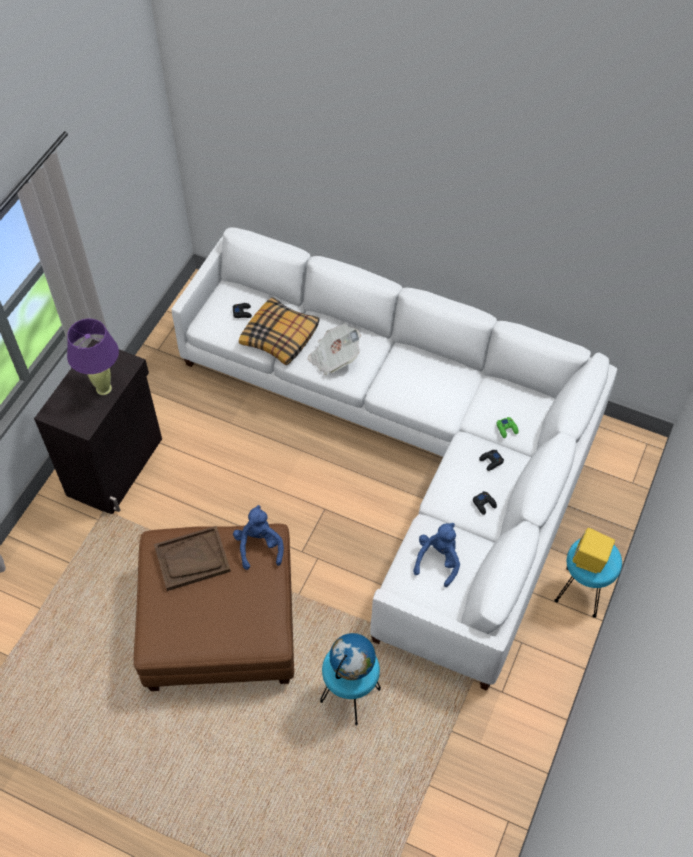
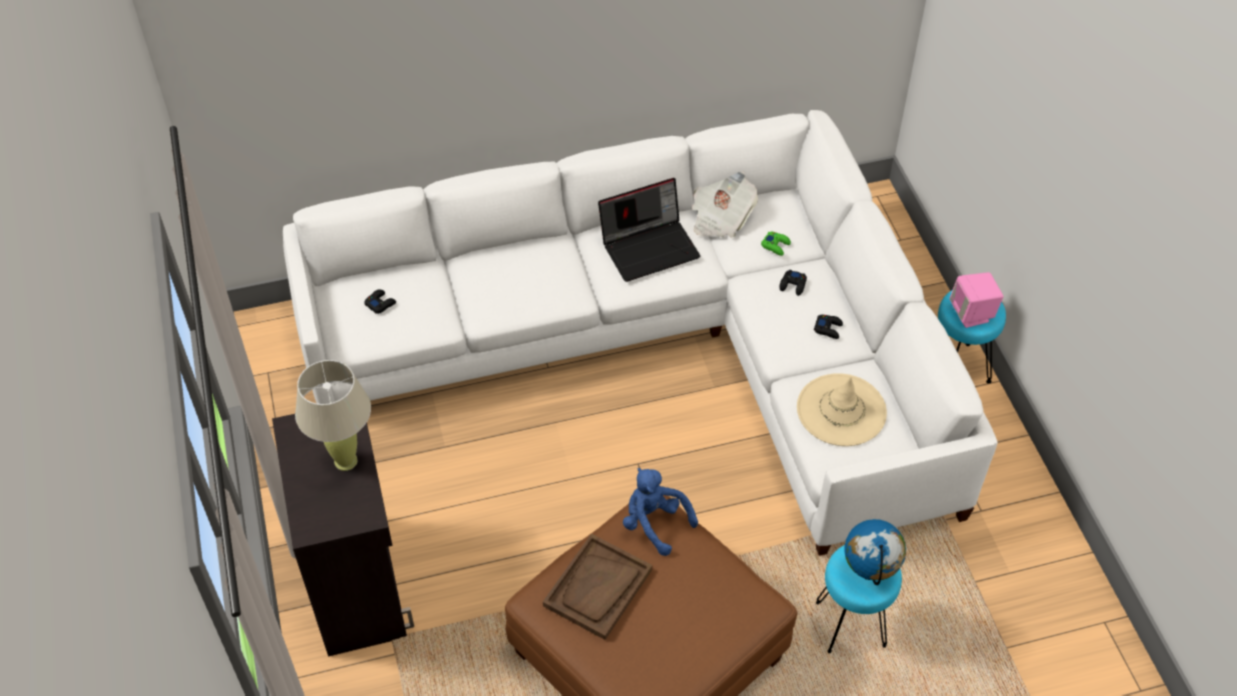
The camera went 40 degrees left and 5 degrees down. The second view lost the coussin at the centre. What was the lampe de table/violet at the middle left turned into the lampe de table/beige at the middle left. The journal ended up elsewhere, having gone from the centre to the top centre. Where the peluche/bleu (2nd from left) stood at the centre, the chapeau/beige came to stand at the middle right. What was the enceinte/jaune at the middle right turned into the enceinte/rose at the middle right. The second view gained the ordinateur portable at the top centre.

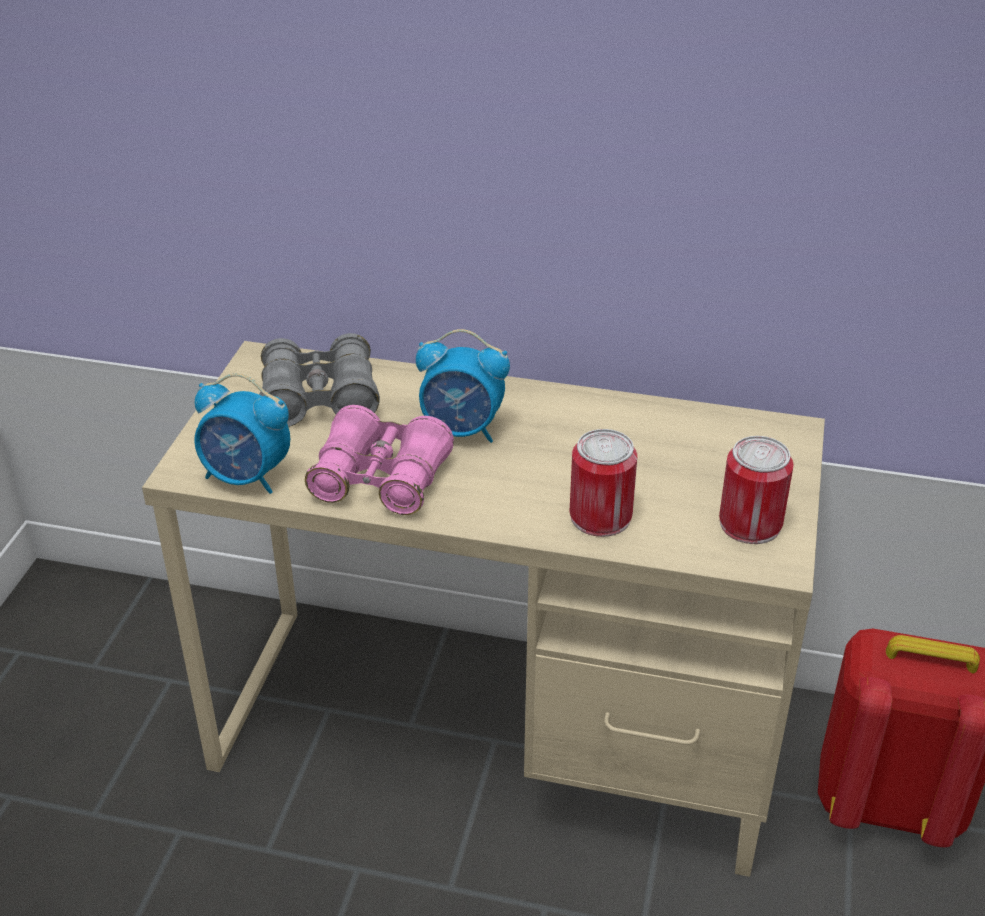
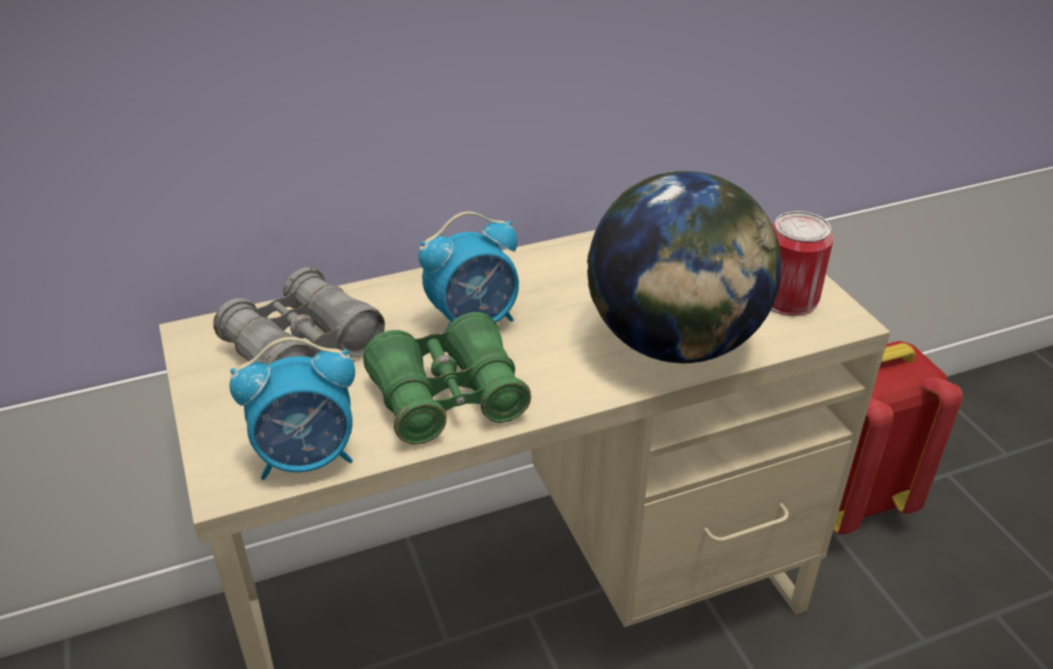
The camera went 35 degrees left and 0 degrees up. What was the jumelles/rose at the centre turned into the jumelles/vert at the centre. Where the boîte métallique (1st from left) stood at the centre, the globe came to stand at the centre.

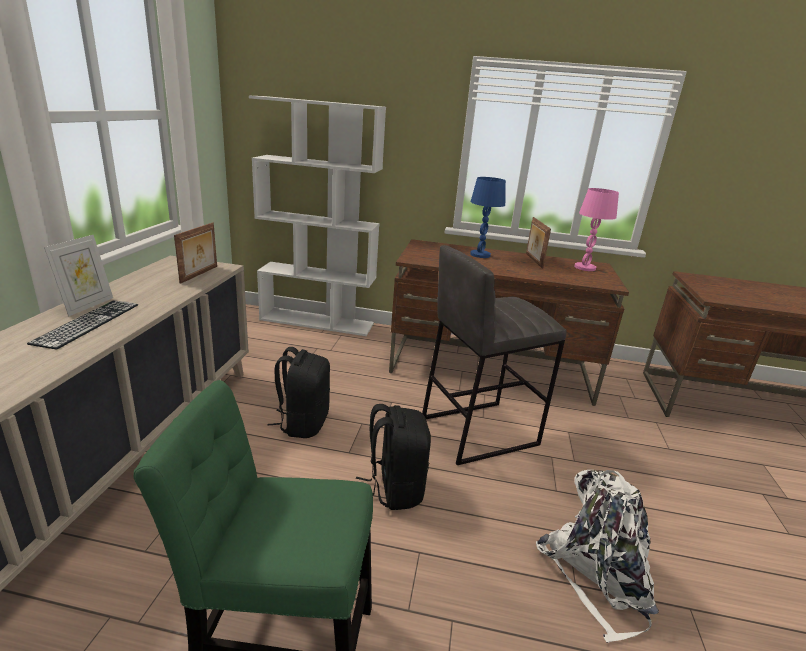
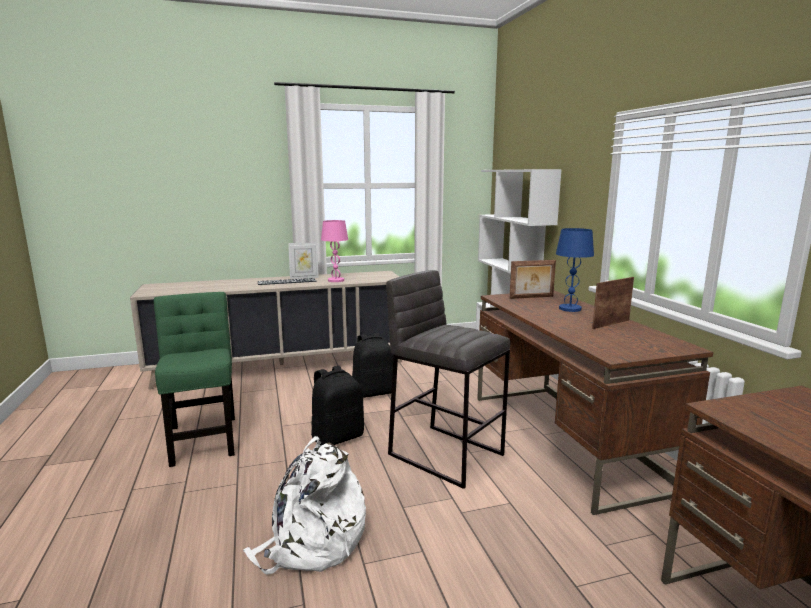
The camera went 65 degrees right and 10 degrees down. The lampe de table/rose ended up elsewhere, having gone from the middle right to the centre. The cadre photo (2nd from left) ended up elsewhere, having gone from the middle left to the centre.

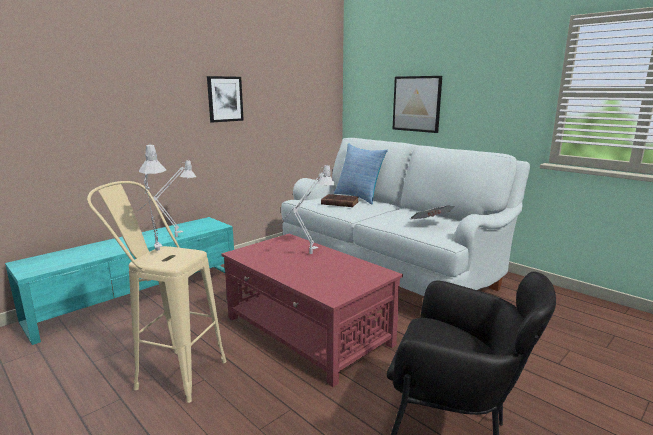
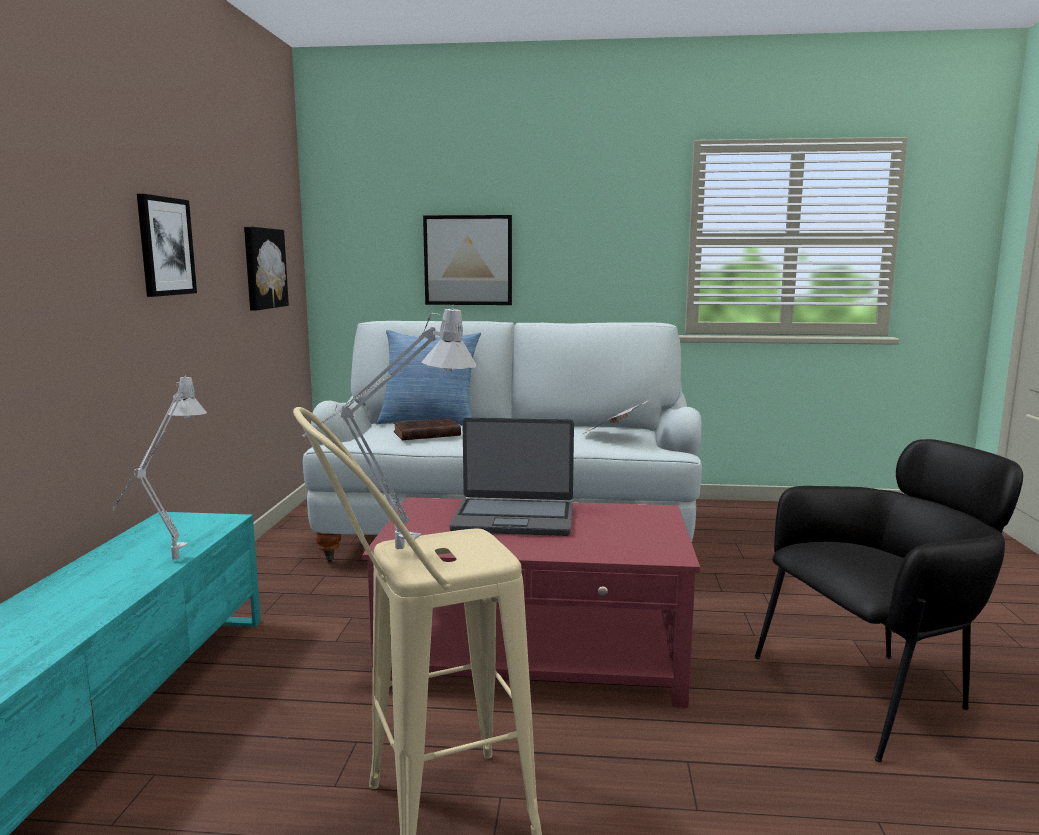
The camera went 40 degrees left and 5 degrees down. Where the lampe de table/gris (3rd from left) stood at the centre, the ordinateur portable came to stand at the centre. The second view gained the tableau (2nd from left) at the top left.

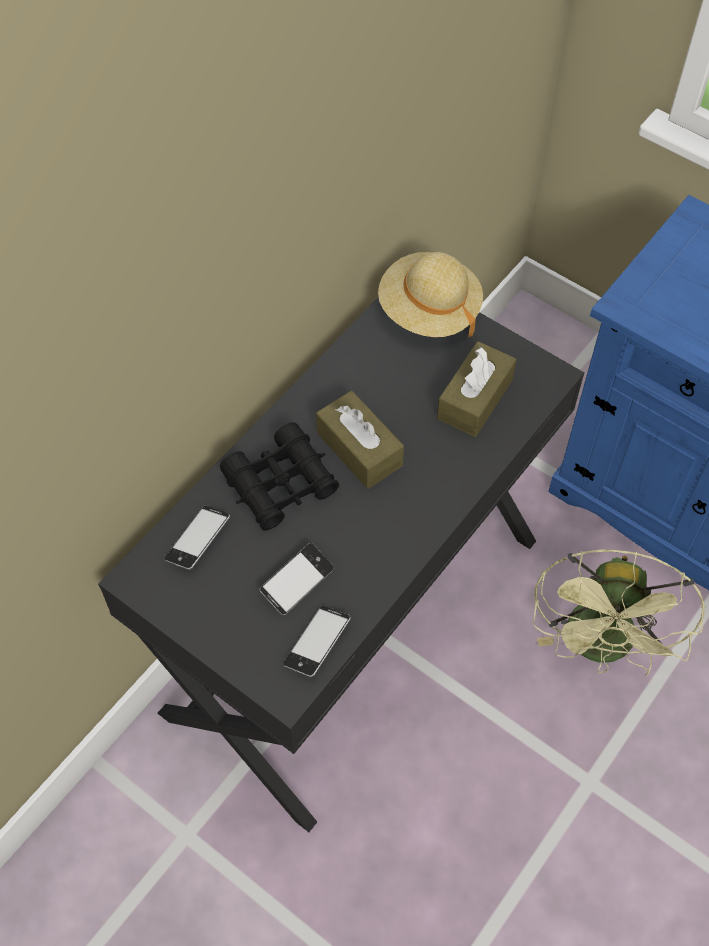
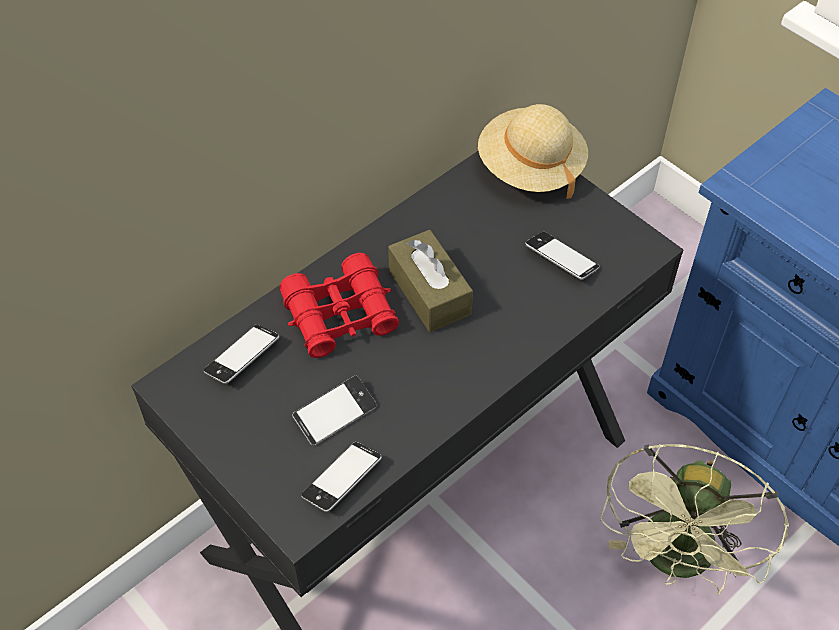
The camera went 10 degrees right and 5 degrees down. Where the boîte à mouchoirs/marron (2nd from left) stood at the middle right, the téléphone (4th from left) came to stand at the middle right. What was the jumelles/noir at the centre turned into the jumelles/rouge at the centre.

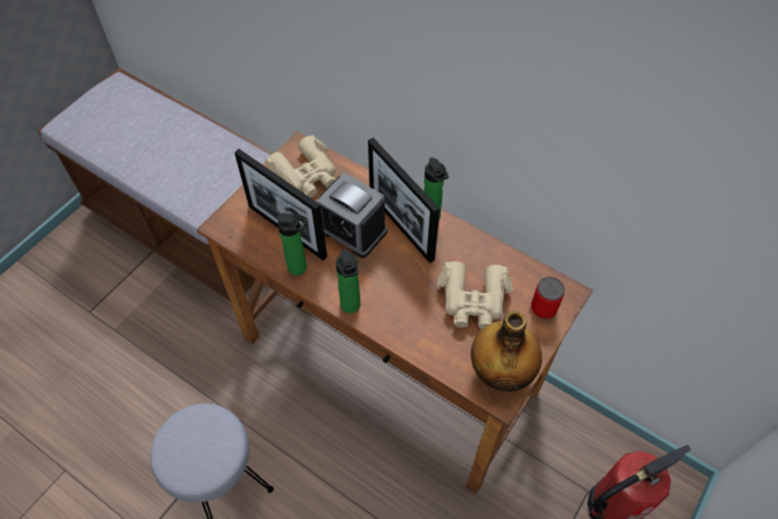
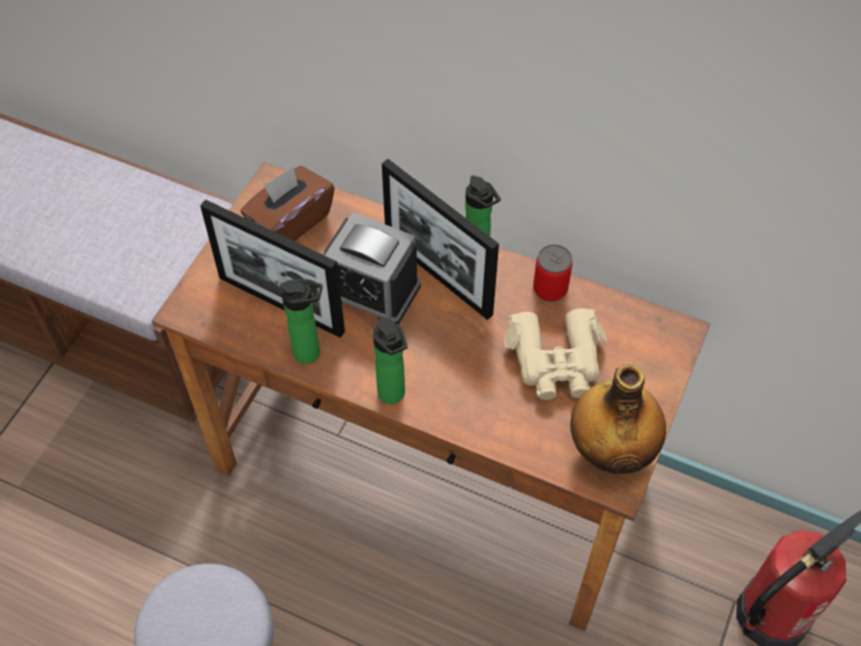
The camera went 10 degrees left and 0 degrees up. Where the jumelles/beige (1st from left) stood at the top centre, the boîte à mouchoirs/marron came to stand at the top centre. The boîte métallique ended up elsewhere, having gone from the middle right to the centre.

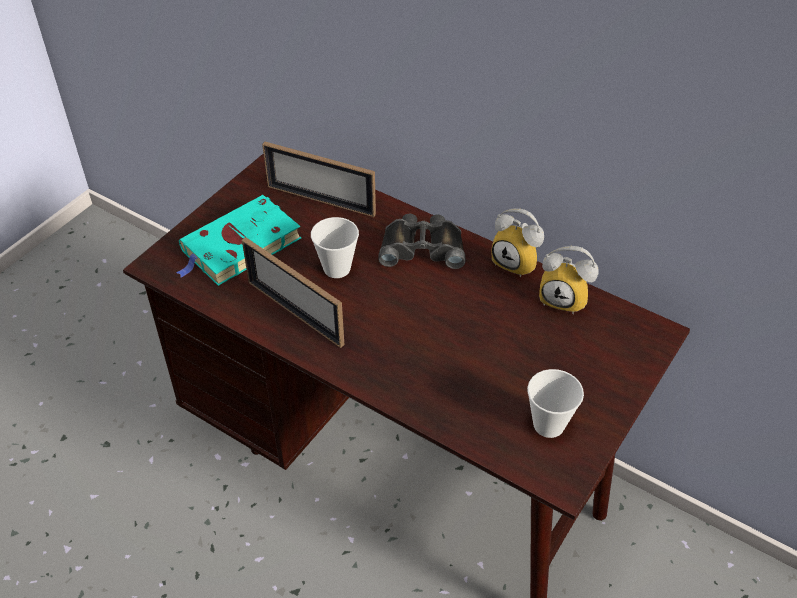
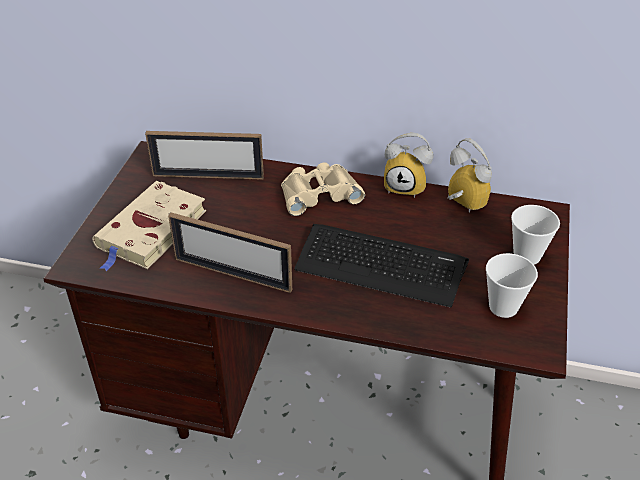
The camera went 20 degrees left and 5 degrees down. What was the livre/turquoise at the middle left turned into the livre/beige at the middle left. What was the jumelles/noir at the centre turned into the jumelles/beige at the centre. The tasse (1st from left in the first image) ended up elsewhere, having gone from the centre to the middle right. The réveil (2nd from left) at the middle right ended up facing another way, 135 degrees counterclockwise from before. The second view gained the clavier at the centre.

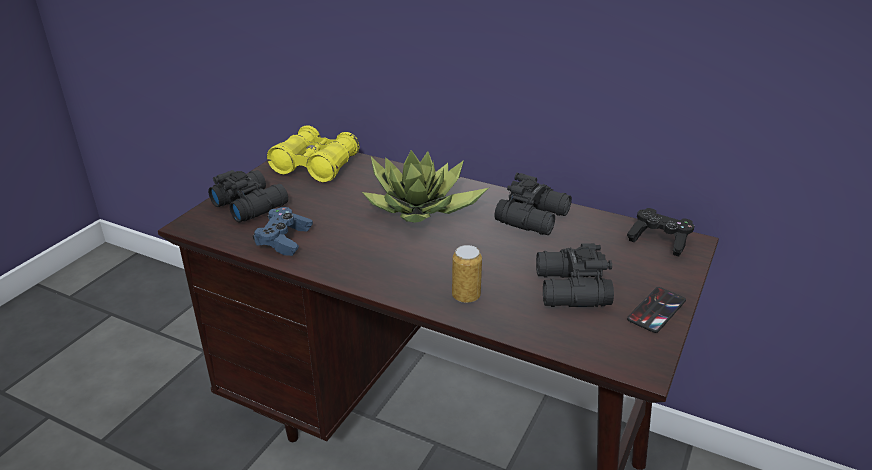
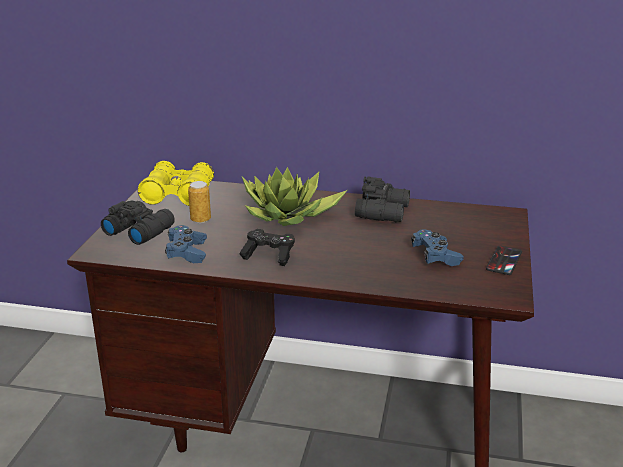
The camera went 15 degrees left and 5 degrees down. The manette/noir ended up elsewhere, having gone from the middle right to the centre. Where the jumelles/noir (3rd from left) stood at the centre, the manette/bleu (2nd from left) came to stand at the middle right. The boîte métallique ended up elsewhere, having gone from the centre to the middle left.

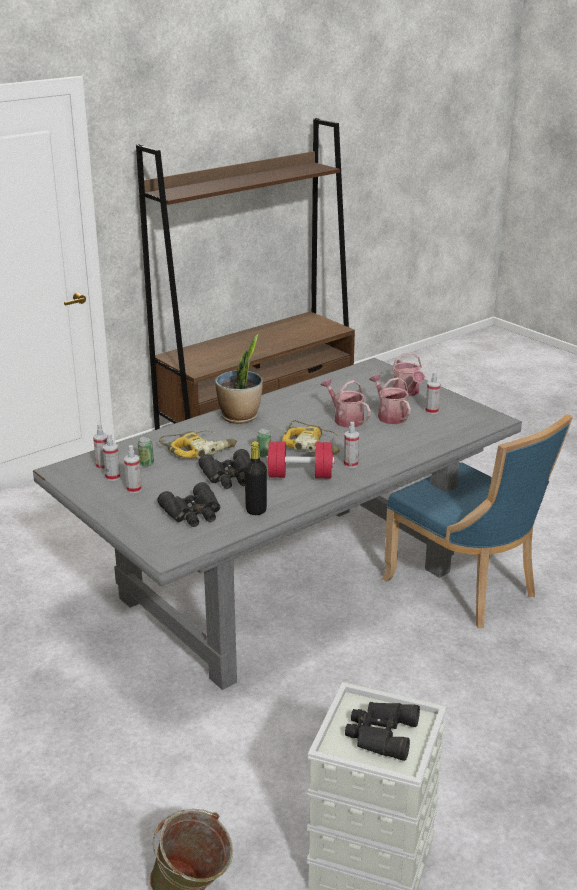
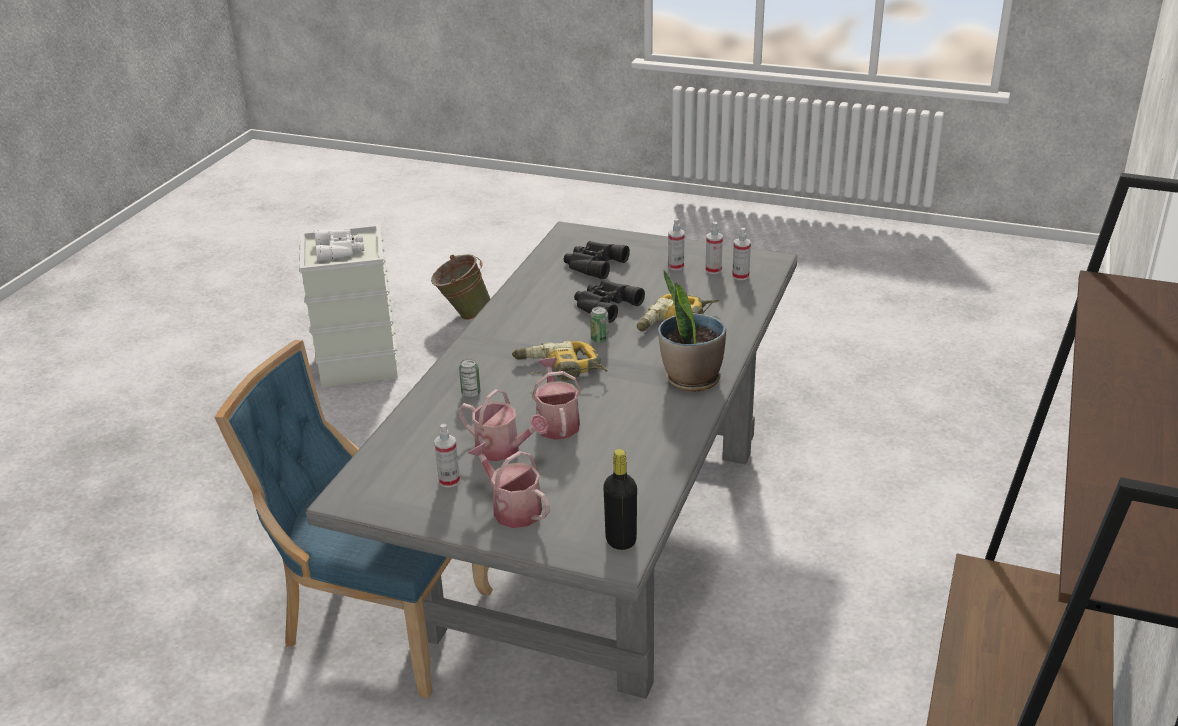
The camera went 150 degrees right and 5 degrees up. The arrosoir (1st from left in the first image) at the centre ended up facing another way, 120 degrees counterclockwise from before. The second view lost the vaporisateur (4th from left) at the centre. The boîte métallique (1st from left) ended up elsewhere, having gone from the middle left to the centre. The bouteille/noir ended up elsewhere, having gone from the centre to the bottom centre. The second view lost the haltère/rouge at the centre. What was the jumelles/noir (3rd from left) at the bottom centre turned into the jumelles/blanc at the middle left.

